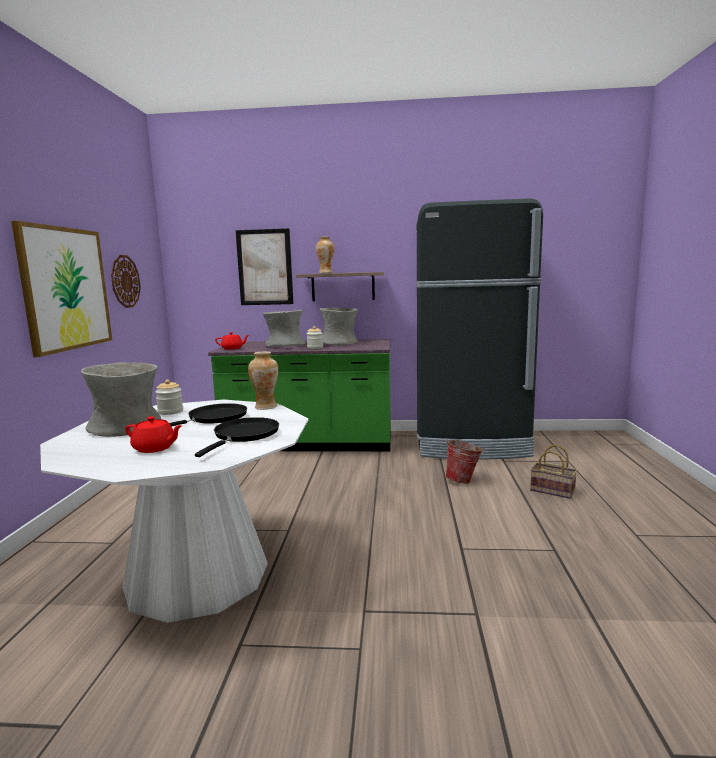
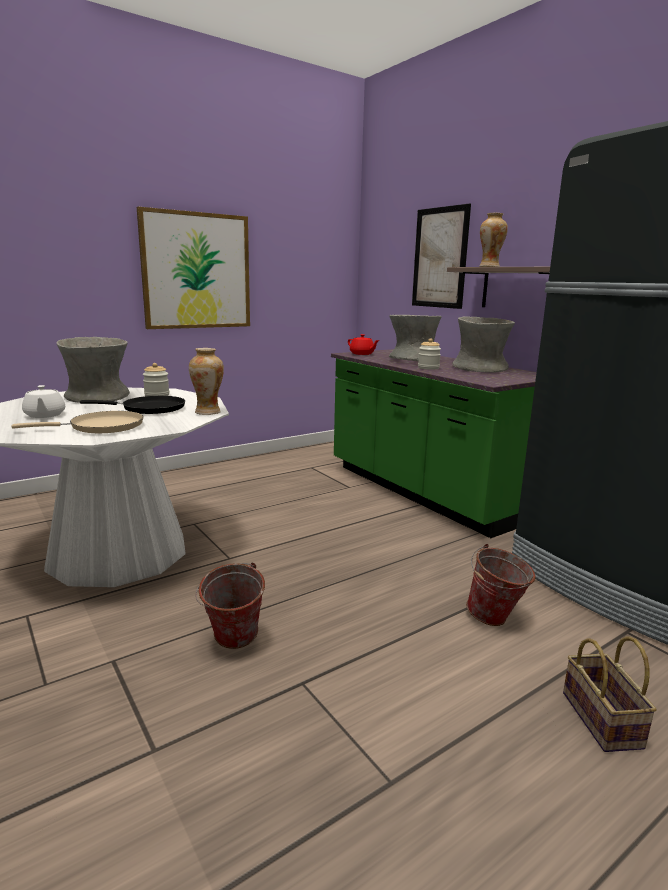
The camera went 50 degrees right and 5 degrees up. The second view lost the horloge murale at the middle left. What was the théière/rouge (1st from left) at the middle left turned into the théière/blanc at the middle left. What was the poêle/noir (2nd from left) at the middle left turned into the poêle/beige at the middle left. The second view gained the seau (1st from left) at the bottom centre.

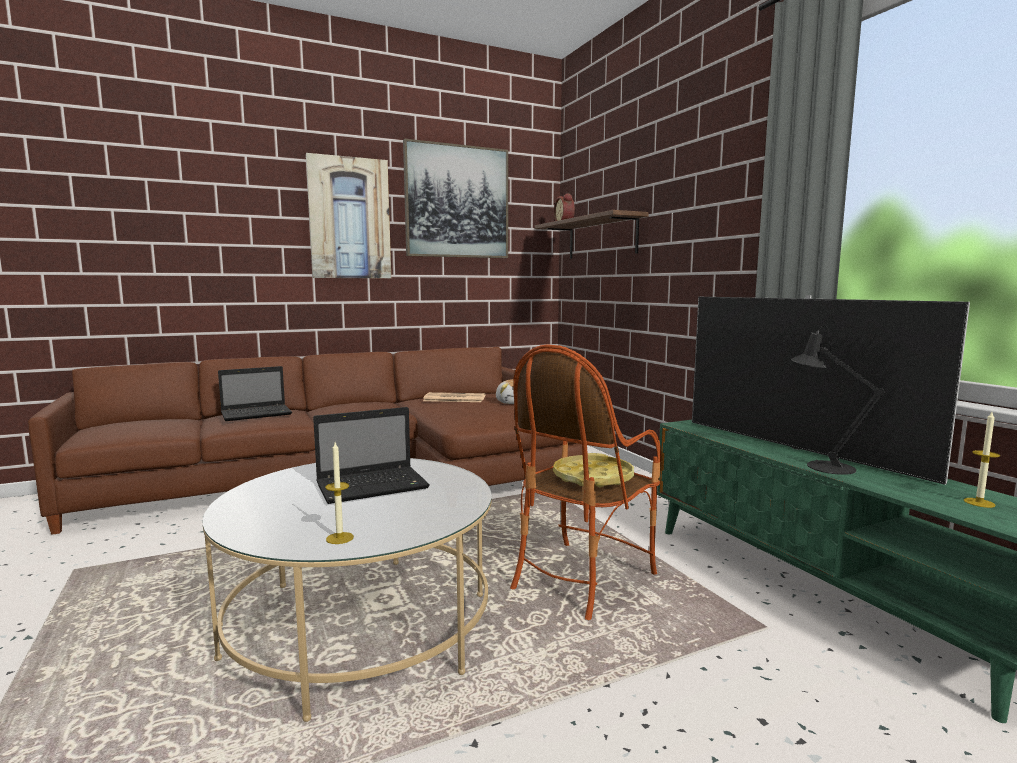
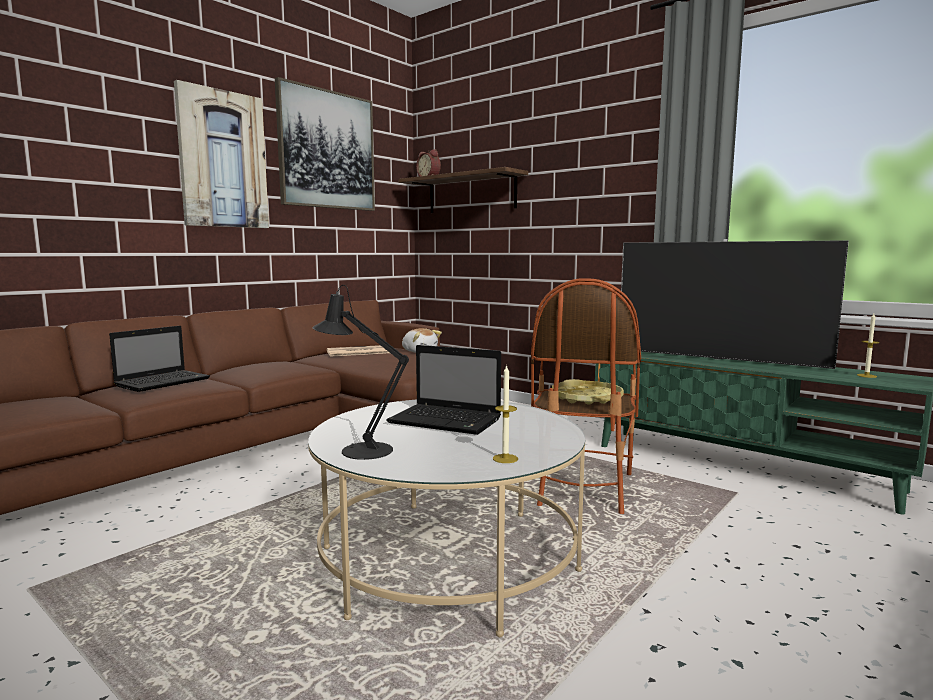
The camera went 25 degrees left and 0 degrees up. The lampe de table/noir ended up elsewhere, having gone from the middle right to the centre. The ordinateur portable (2nd from left) at the centre ended up facing another way, 75 degrees clockwise from before.

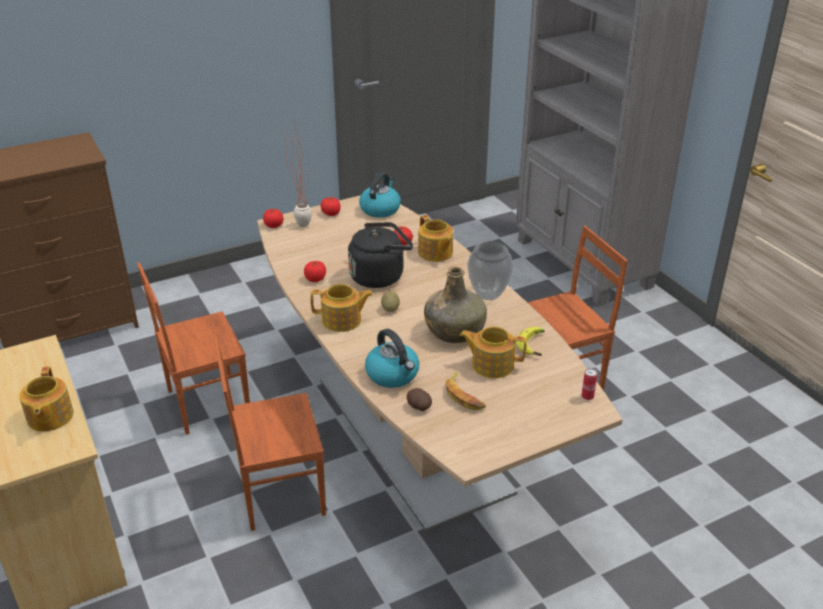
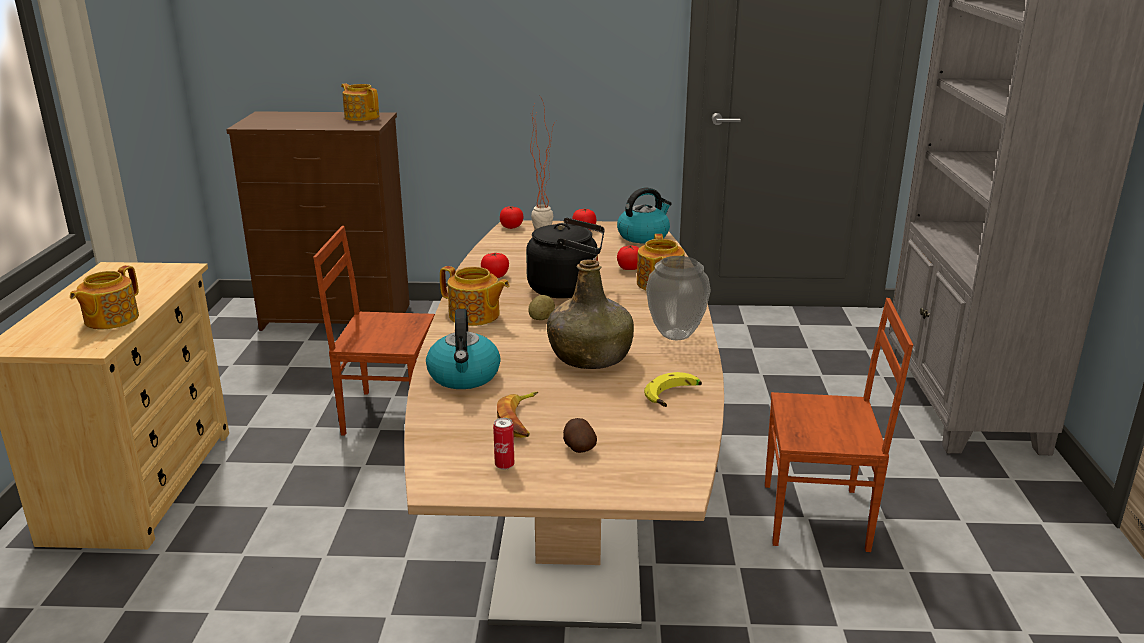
The camera went 30 degrees right and 10 degrees down. The théière (4th from left in the first image) ended up elsewhere, having gone from the centre to the top left. The second view lost the chaise/marron (2nd from left) at the bottom left. The boîte métallique ended up elsewhere, having gone from the middle right to the bottom centre. The pomme de terre (2nd from left) ended up elsewhere, having gone from the centre to the bottom centre.

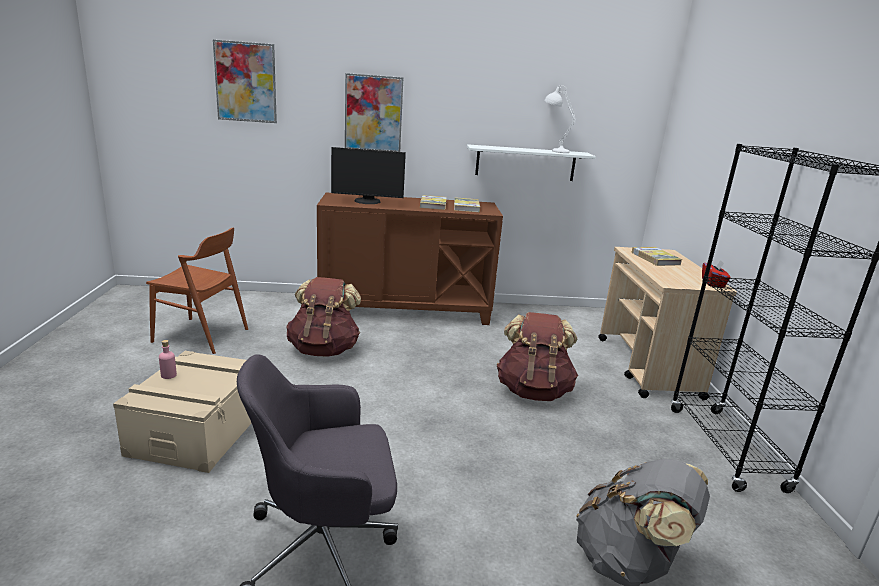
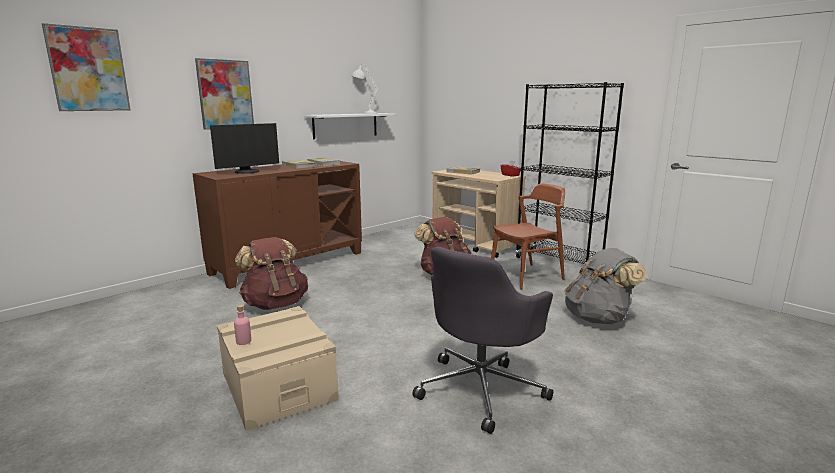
The camera went 40 degrees left and 5 degrees down. The chaise/marron ended up elsewhere, having gone from the middle left to the centre.

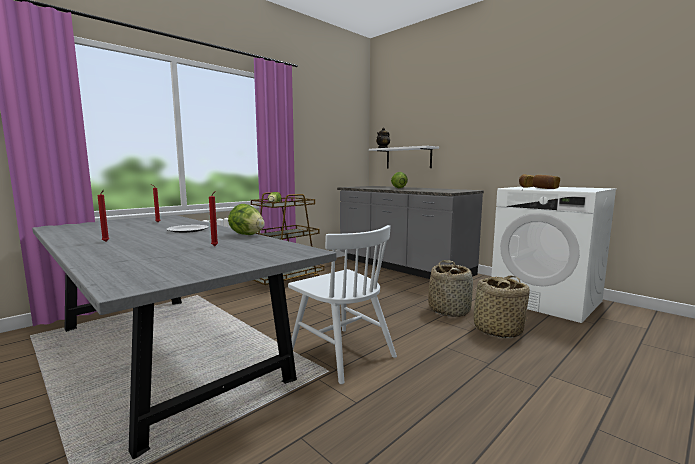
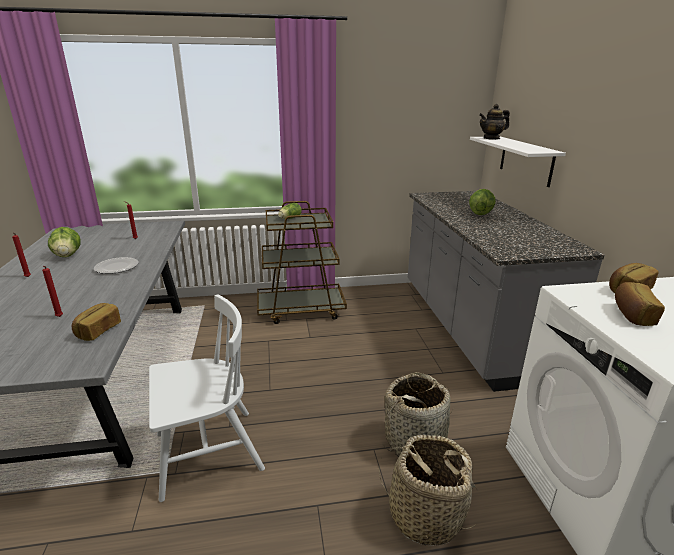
The camera went 35 degrees right and 15 degrees up. The laitue (1st from left) ended up elsewhere, having gone from the centre to the middle left. The chaise/blanc at the centre ended up facing another way, 105 degrees counterclockwise from before. The second view gained the pain (1st from left) at the middle left.

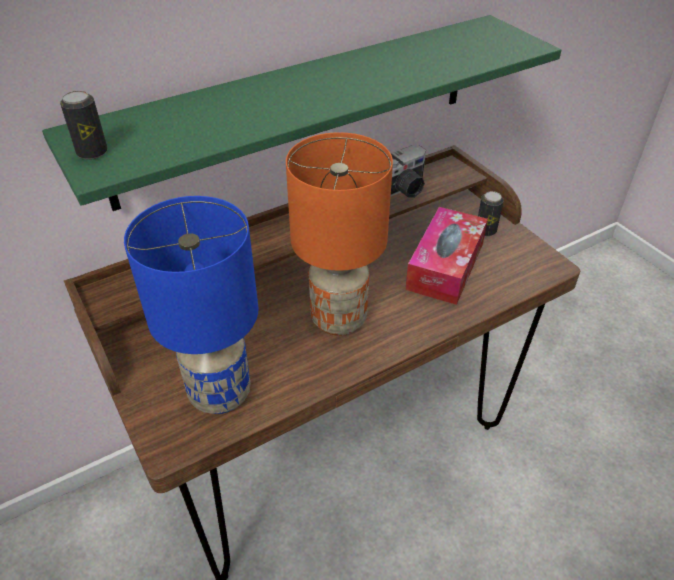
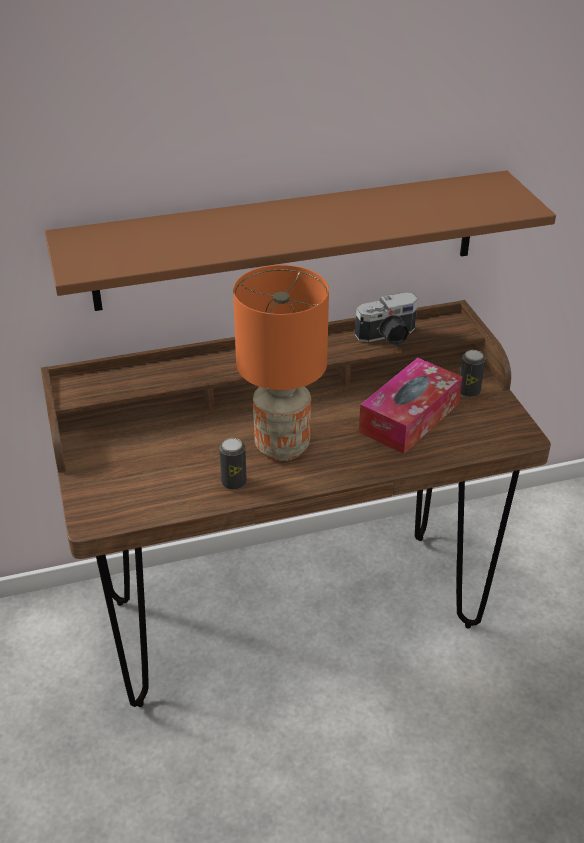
The camera went 15 degrees right and 5 degrees down. What was the étagère/vert at the top centre turned into the étagère/marron at the top centre. The boîte métallique (1st from left) ended up elsewhere, having gone from the top left to the centre. The second view lost the lampe de table/bleu at the middle left.

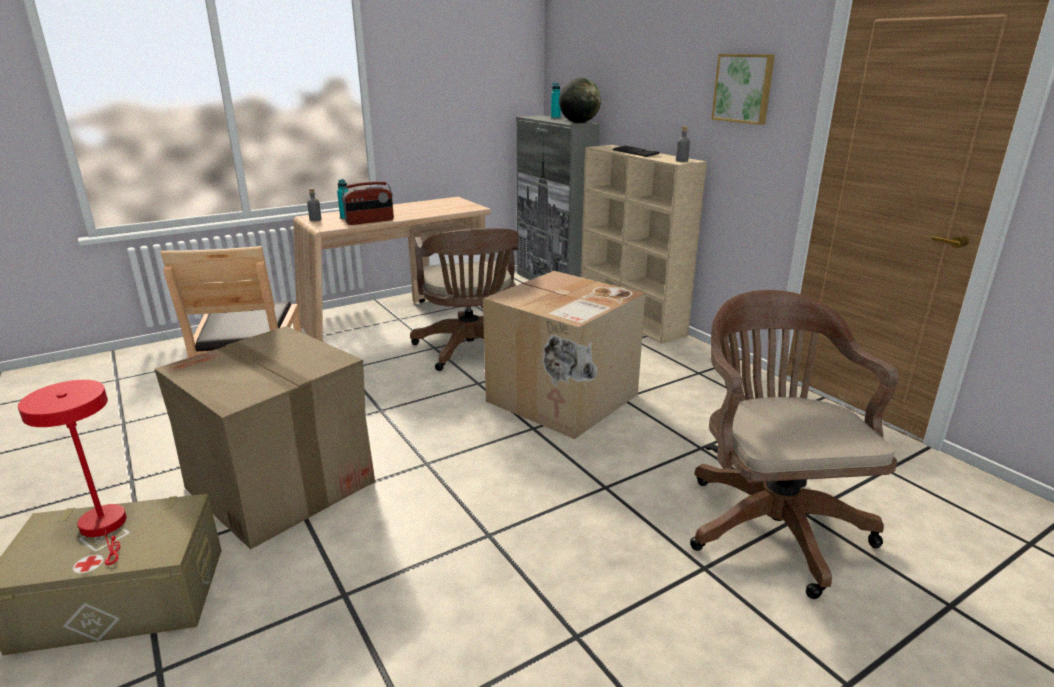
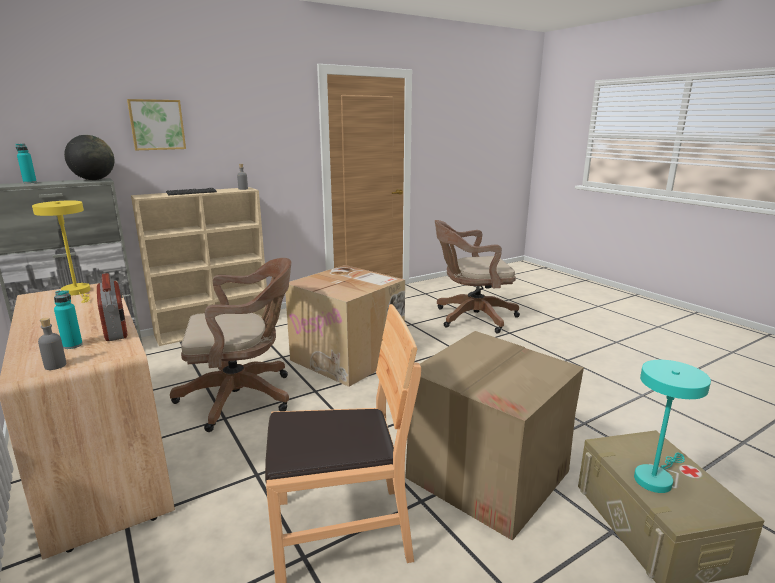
The camera went 90 degrees left and 5 degrees down. The tableau ended up elsewhere, having gone from the top right to the top left. What was the lampe de table/rouge at the bottom left turned into the lampe de table/turquoise at the bottom right. The second view gained the lampe de table/jaune at the middle left.

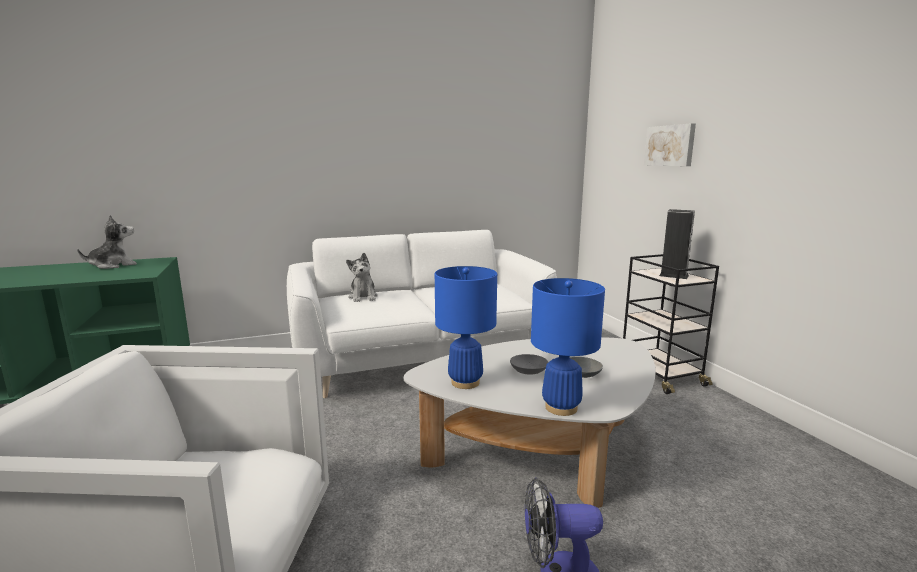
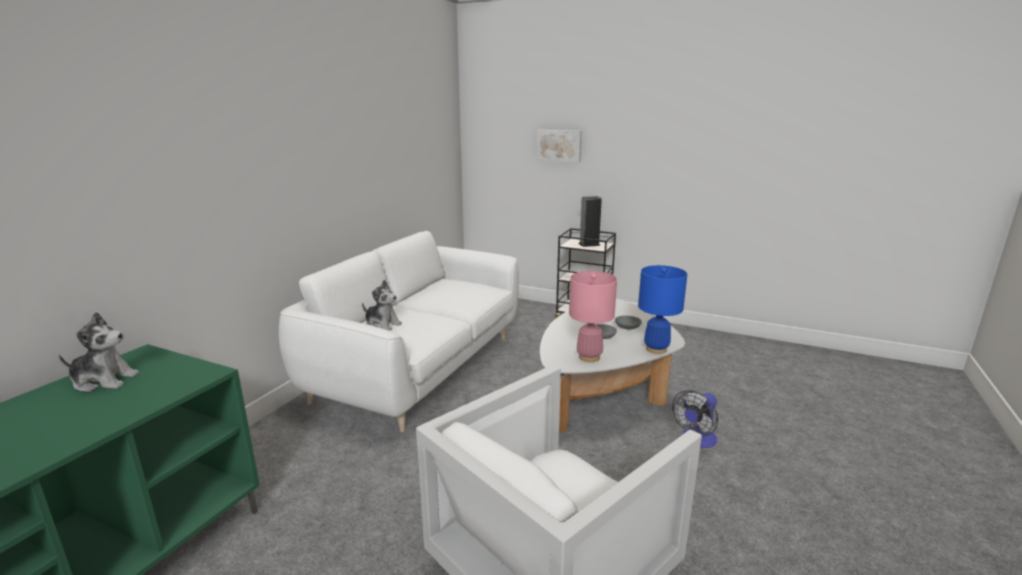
The camera went 45 degrees left and 5 degrees up. The peluche (1st from left) at the middle left ended up facing another way, 90 degrees clockwise from before. What was the lampe de table/bleu (1st from left) at the centre turned into the lampe de table/rose at the centre.

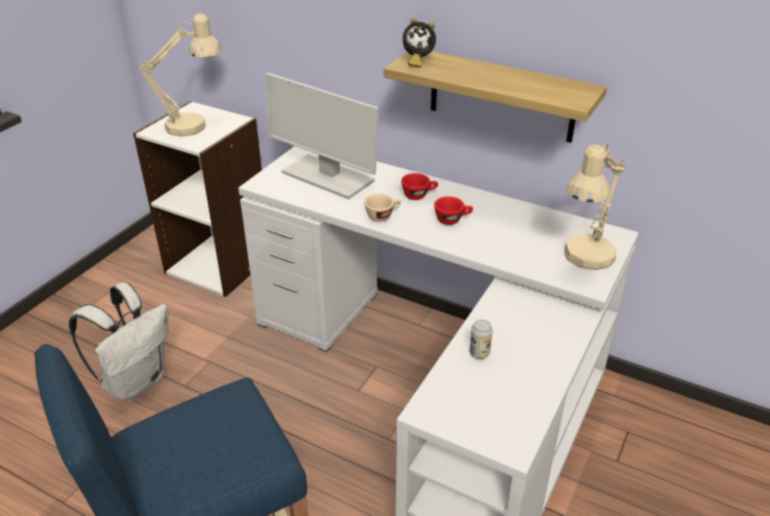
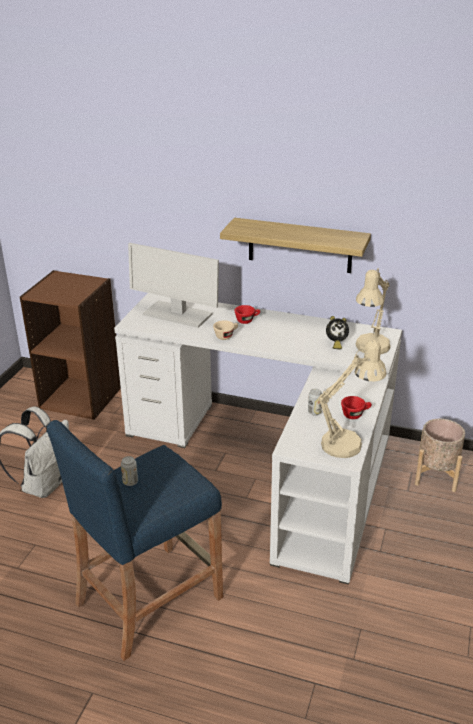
The camera went 10 degrees left and 5 degrees down. The lampe de table/beige (1st from left) ended up elsewhere, having gone from the top left to the middle right. The réveil ended up elsewhere, having gone from the top centre to the middle right. What was the bibliothèque/blanc at the middle left turned into the bibliothèque/marron at the middle left. The tasse/rouge (2nd from left) ended up elsewhere, having gone from the centre to the middle right. The second view gained the cache-pot/beige at the middle right. The second view gained the boîte métallique (1st from left) at the middle left.

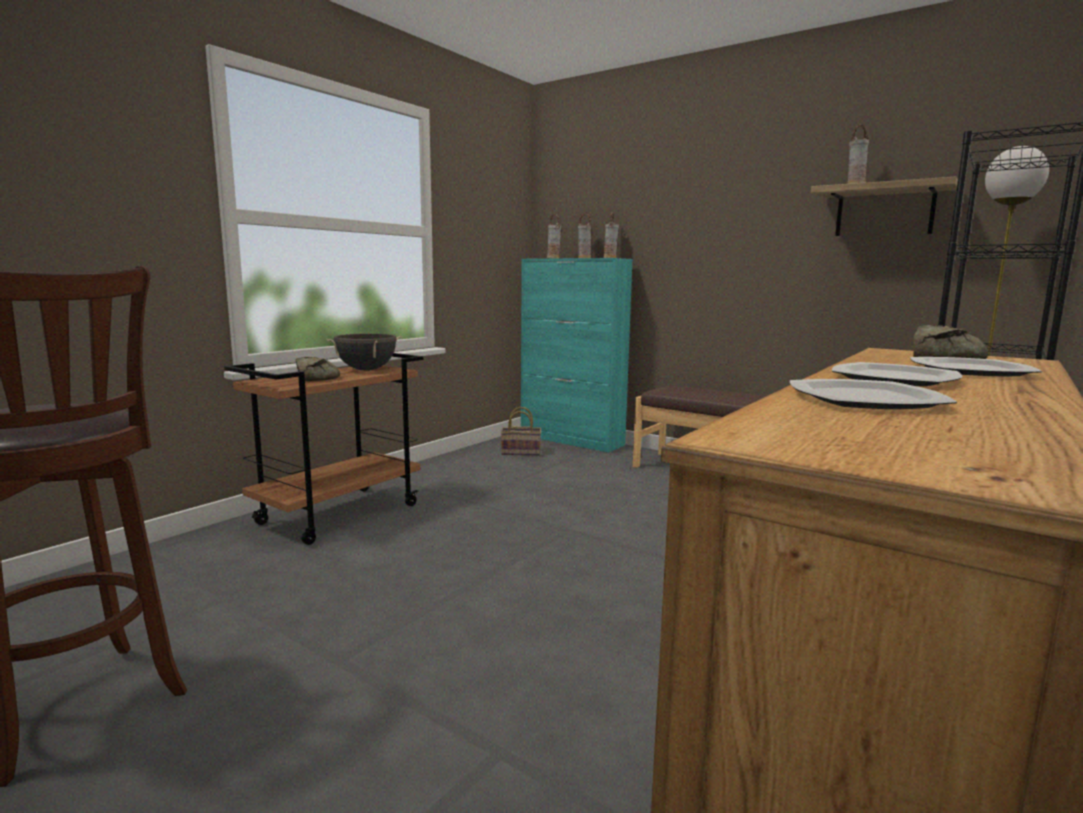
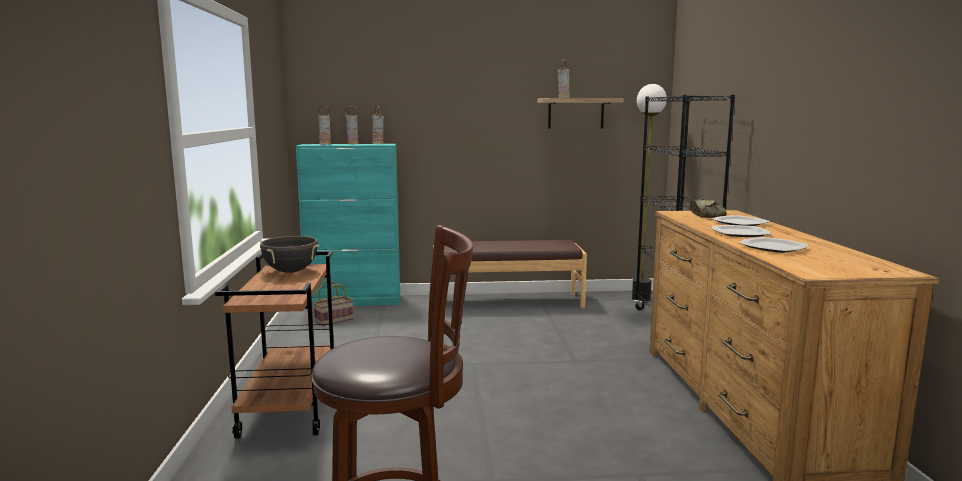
The camera went 40 degrees left and 0 degrees up. The second view lost the pain (1st from left) at the middle left.

